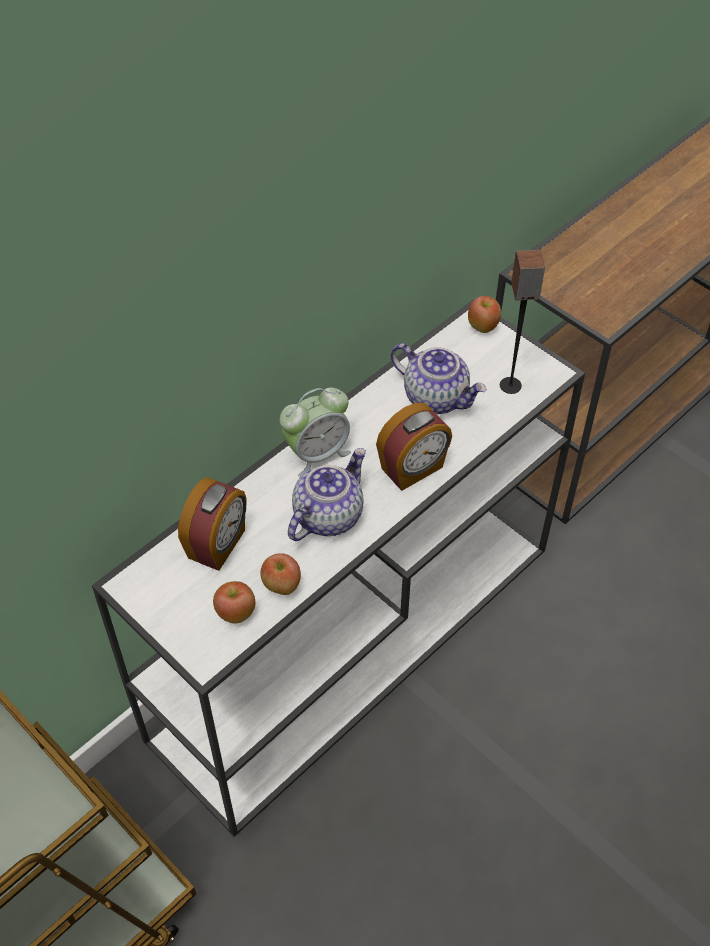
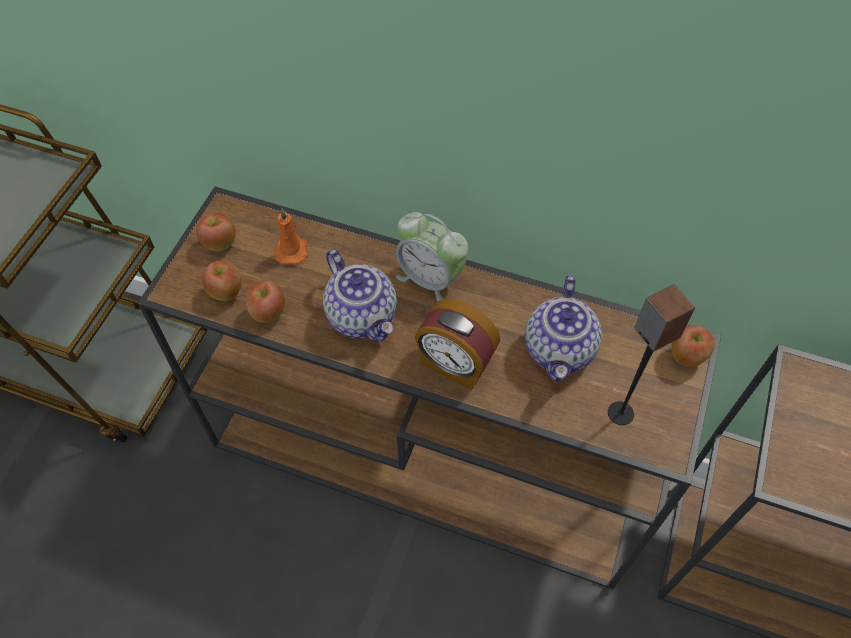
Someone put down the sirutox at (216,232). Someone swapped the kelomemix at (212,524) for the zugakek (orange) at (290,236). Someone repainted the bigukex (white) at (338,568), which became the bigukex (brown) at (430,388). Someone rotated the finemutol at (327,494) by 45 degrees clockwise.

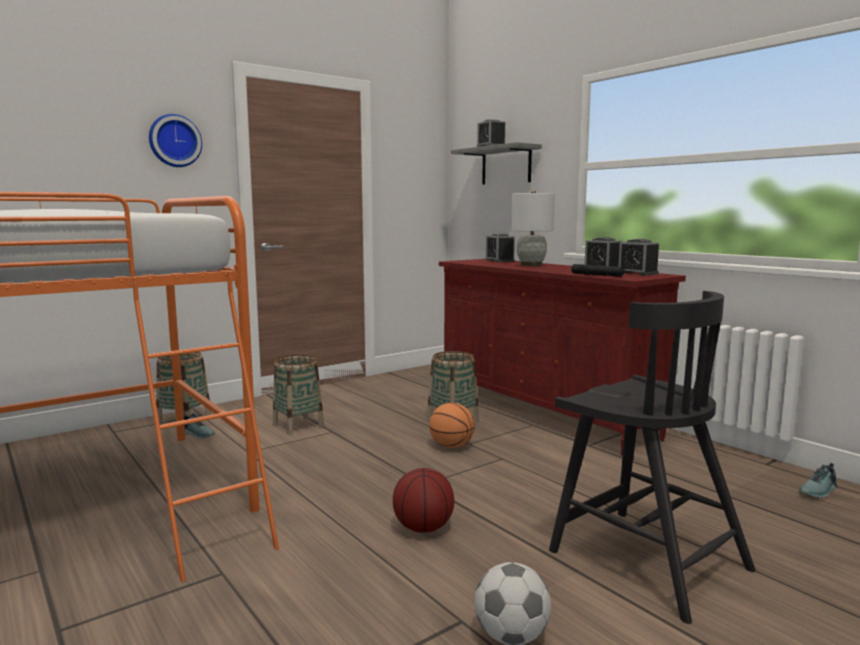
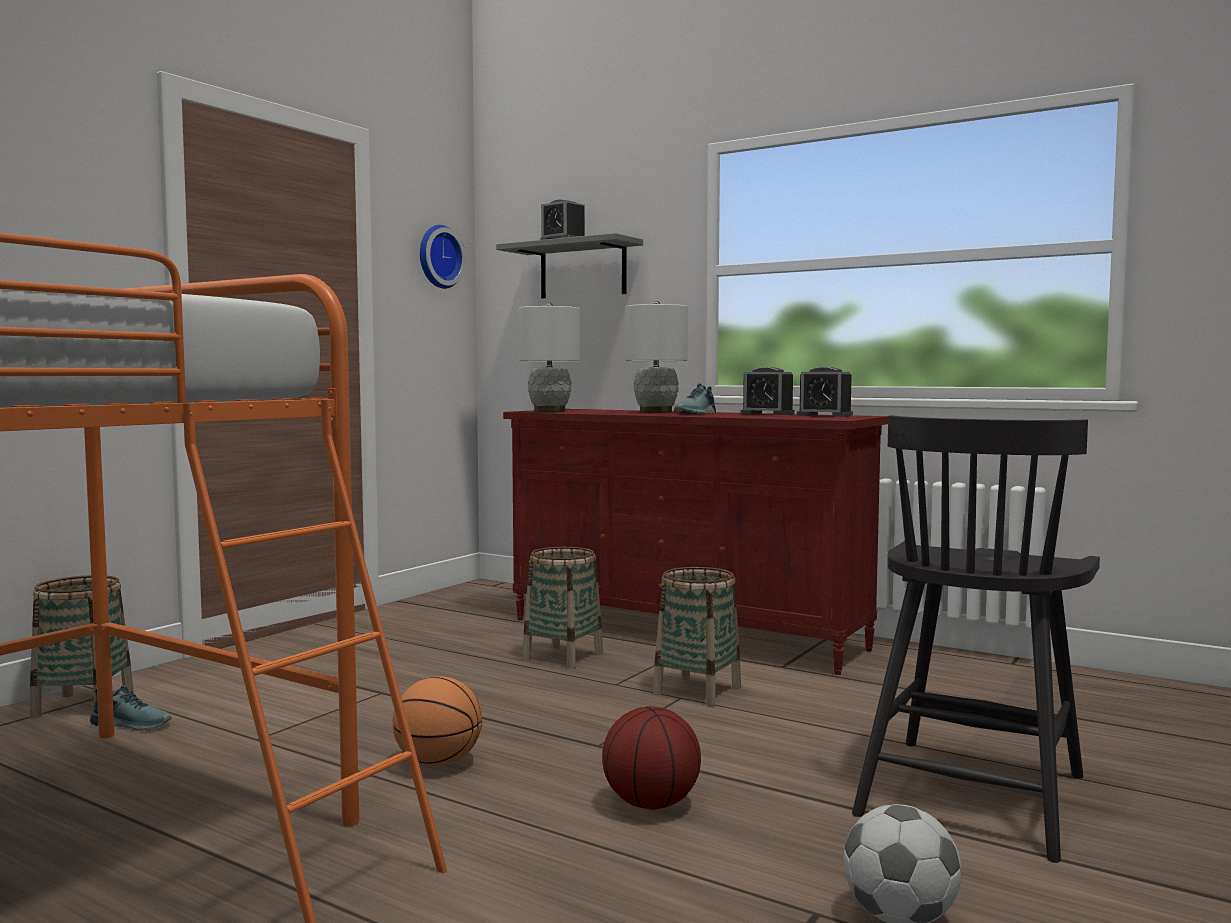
Someone took away the kelomemix at (500,247). Someone took away the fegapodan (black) at (598,270). Someone put down the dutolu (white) at (549,357). Someone carried the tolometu from (175,140) to (443,257). Someone carried the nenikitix from (298,394) to (697,636). Someone carried the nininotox from (452,425) to (437,721). Someone carried the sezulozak from (817,480) to (695,398). Someone rotated the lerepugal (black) at (652,457) by 90 degrees clockwise.

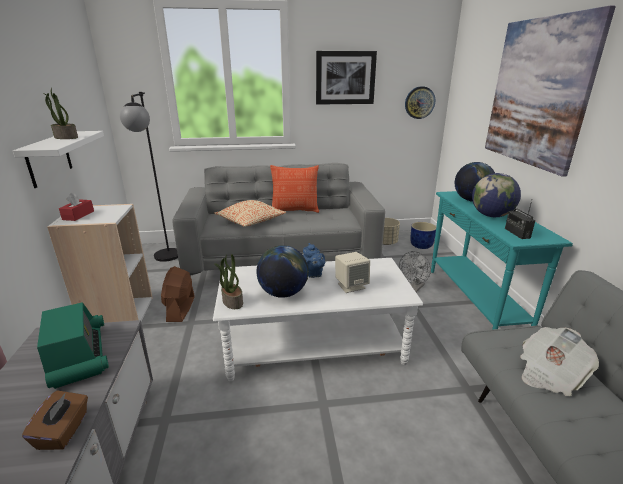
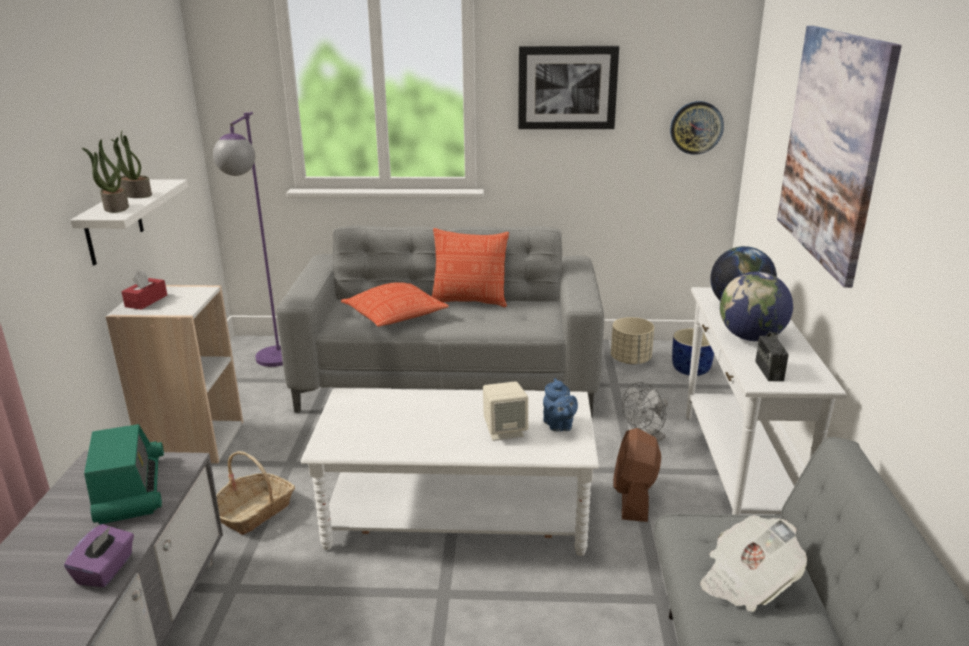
Someone took away the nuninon at (282,271). Someone put down the nenikitix at (255,493). Someone carried the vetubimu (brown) from (178,294) to (637,475). Someone carried the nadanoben from (228,281) to (105,176). Someone carried the finemutol (blue) from (314,260) to (560,405). Someone repainted the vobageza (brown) at (55,420), which became the vobageza (purple) at (99,556). Someone repainted the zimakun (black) at (149,177), which became the zimakun (purple) at (248,239). Someone repainted the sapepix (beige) at (250,213), which became the sapepix (orange) at (395,304). Someone repainted the bigukex (turquoise) at (502,260), which became the bigukex (white) at (766,401).

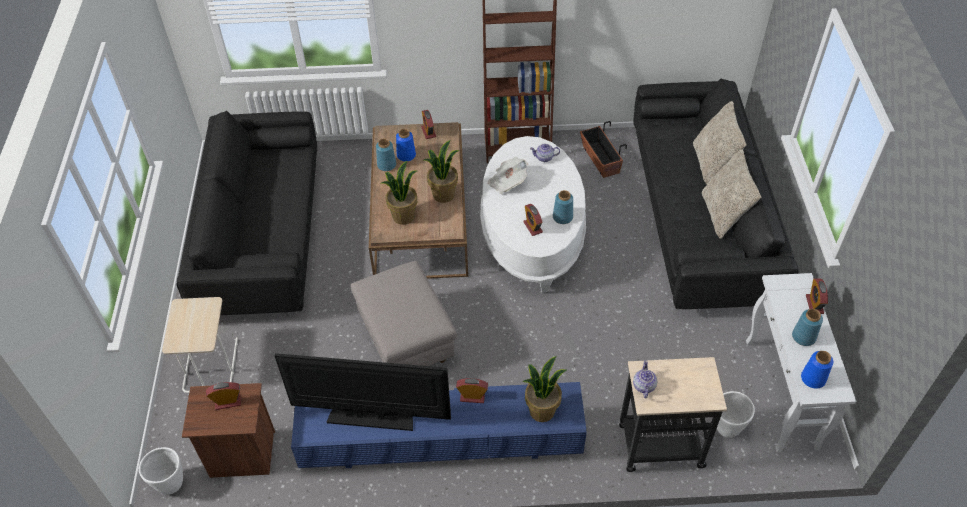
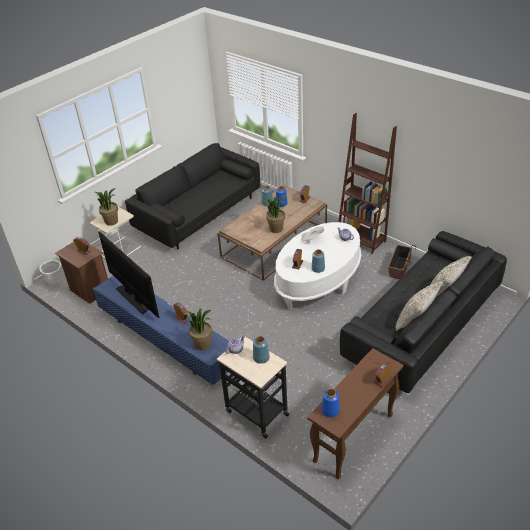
Someone took away the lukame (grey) at (404,313). Someone took away the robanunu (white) at (736,414). Someone carried the nadanoben from (399,193) to (106,207). Someone carried the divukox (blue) from (807,327) to (261,350). Someone repainted the bigukex (white) at (801,363), which became the bigukex (brown) at (355,413).

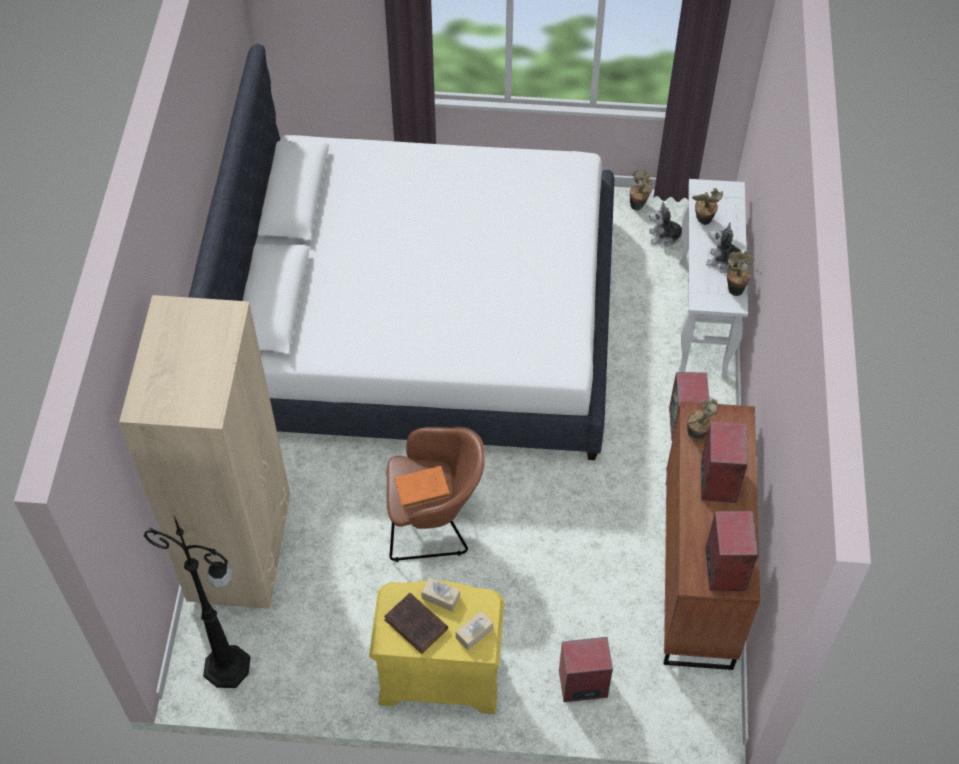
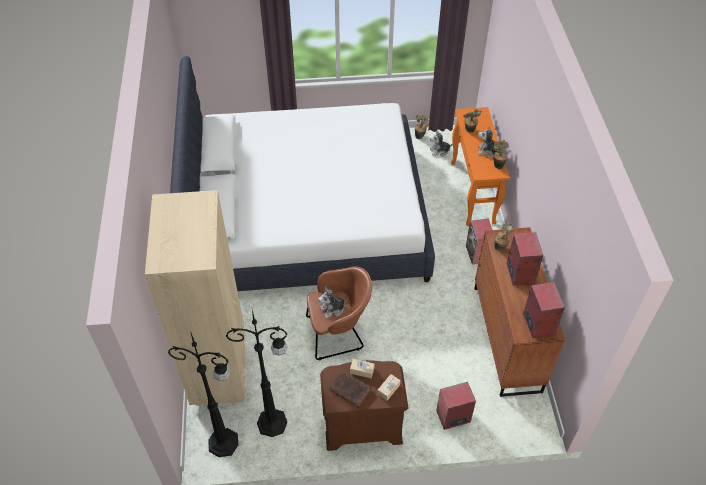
Someone put down the zimakun (black) at (256,373). Someone swapped the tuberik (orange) at (422,487) for the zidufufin at (333,302). Someone repainted the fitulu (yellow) at (436,647), which became the fitulu (brown) at (364,405). Someone repainted the bigukex (white) at (713,278), which became the bigukex (orange) at (480,166).

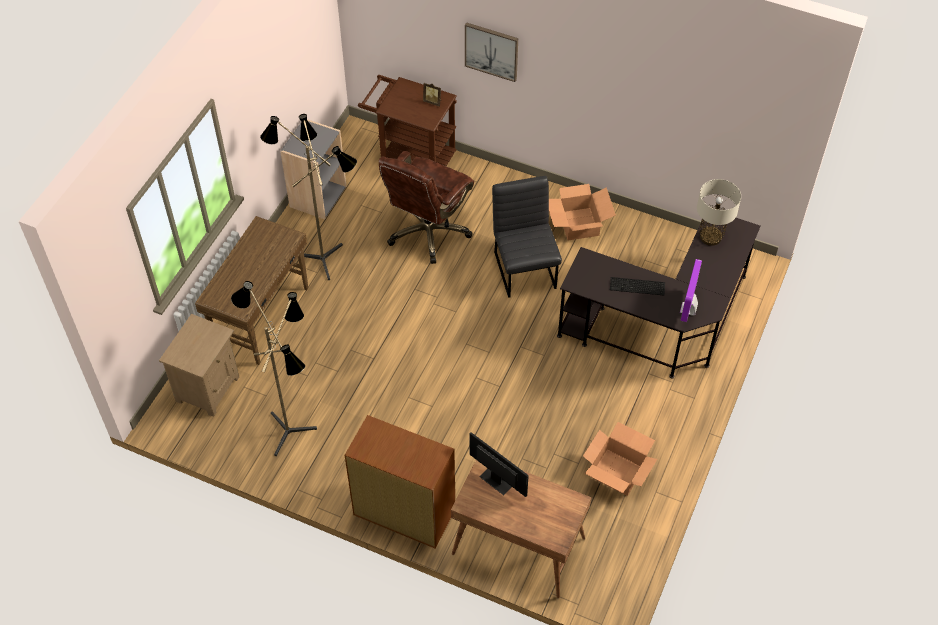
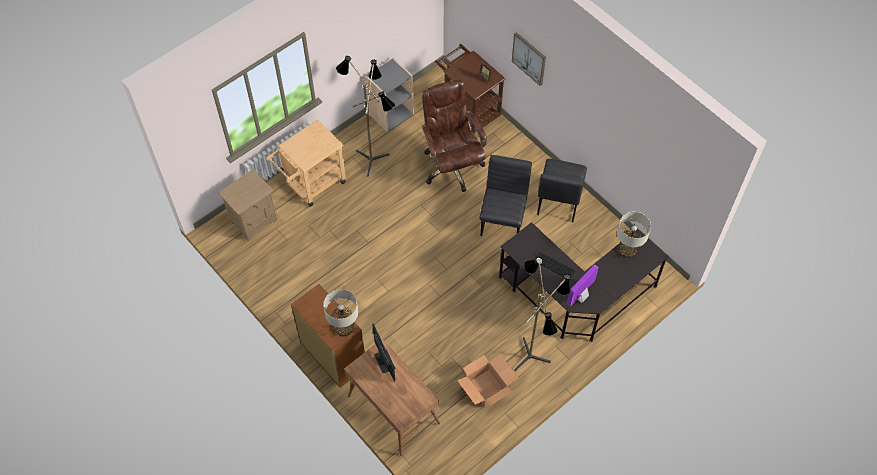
Someone put down the dutolu at (340,312). Someone carried the zimakun from (274,368) to (542,314). Someone swapped the bigukex (brown) at (251,290) for the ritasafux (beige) at (306,163). Someone swapped the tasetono at (582,212) for the lerepugal (grey) at (562,190). Someone rotated the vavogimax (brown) at (426,207) by 105 degrees clockwise.

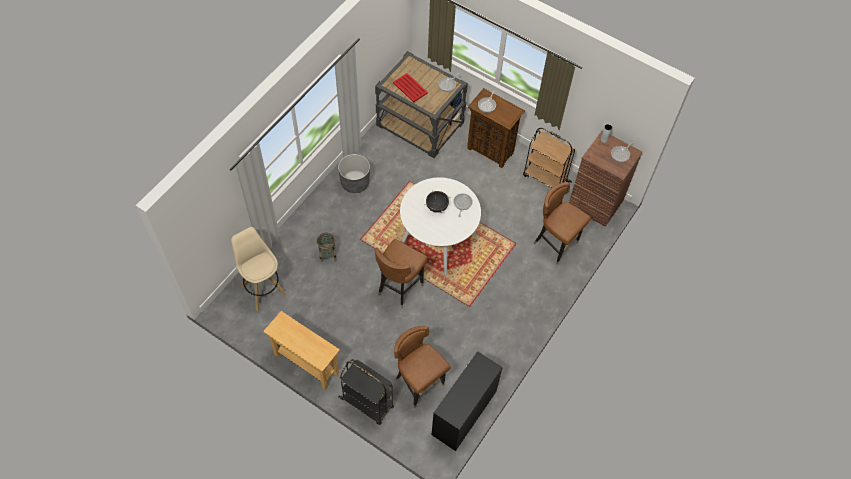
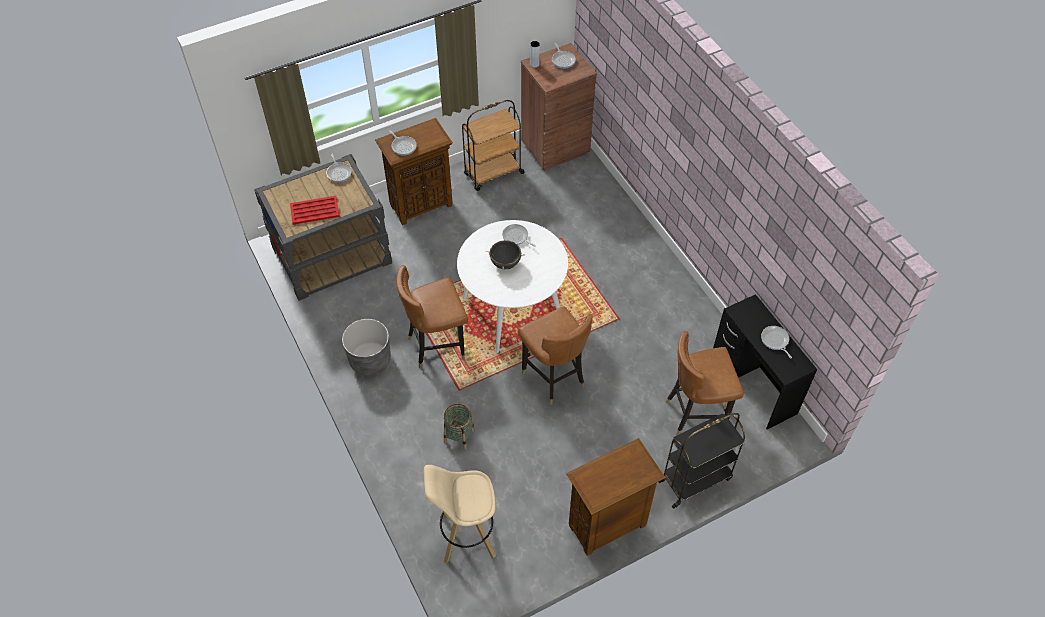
Someone put down the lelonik at (776,342). Someone carried the lerepugal (brown) from (562,223) to (432,317). Someone swapped the bigukex (beige) at (301,350) for the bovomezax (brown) at (615,497).

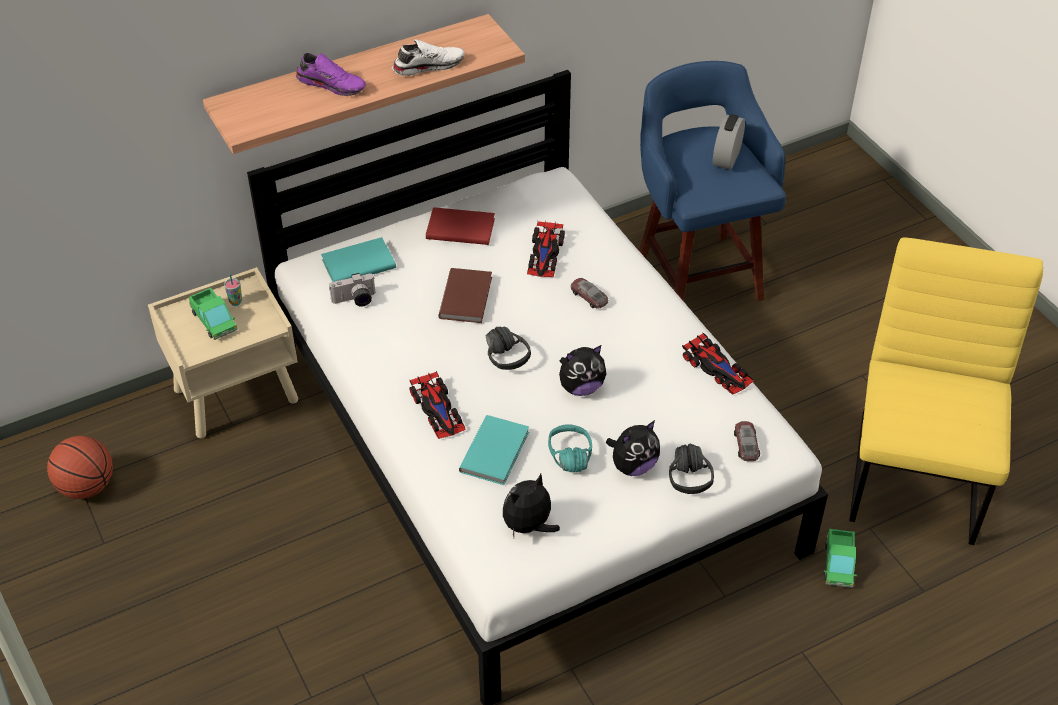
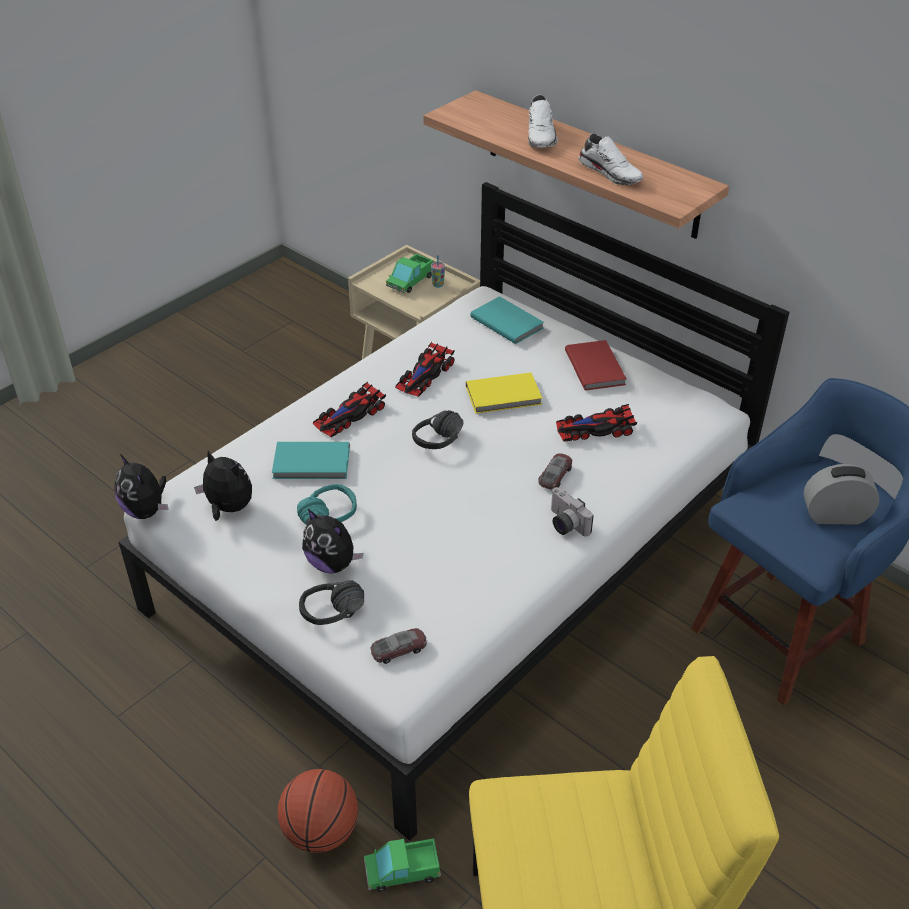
Someone carried the nininotox from (80,467) to (318,811). Someone carried the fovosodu from (352,290) to (572,511). Someone carried the zidufufin from (582,370) to (141,486). Someone carried the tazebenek from (717,363) to (424,369). Someone repainted the sezulozak (purple) at (331,74), which became the sezulozak (white) at (543,121). Someone repainted the tuberik (brown) at (465,295), which became the tuberik (yellow) at (504,393).

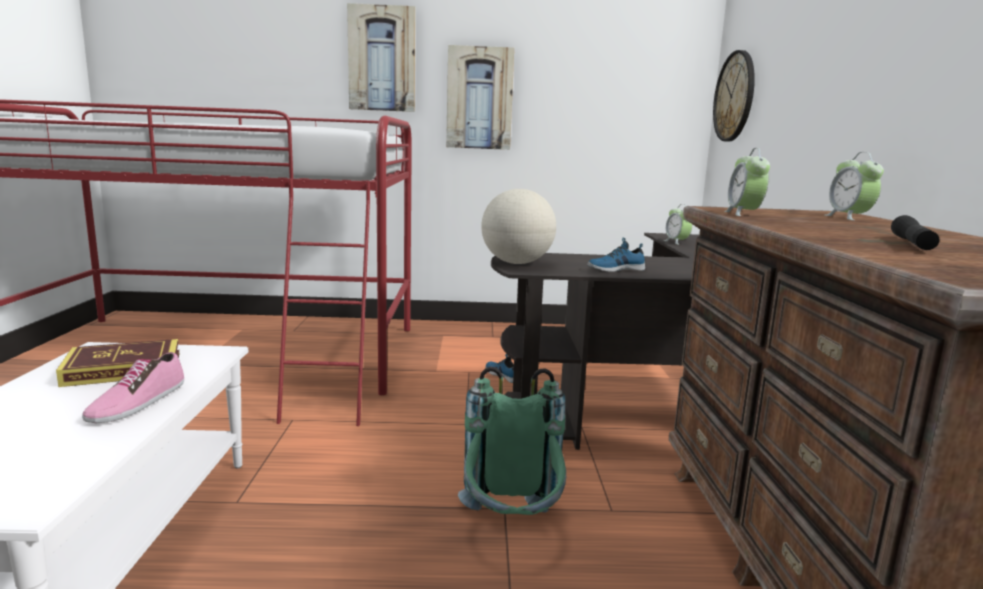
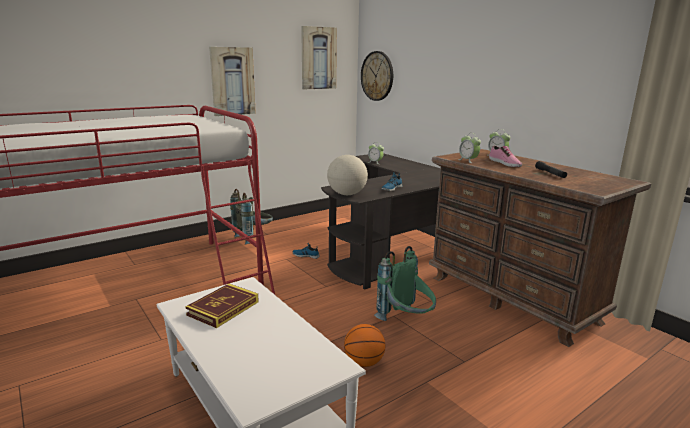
Someone put down the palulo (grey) at (251,217). Someone put down the nininotox at (364,345). Someone carried the sezulozak from (133,387) to (505,156). Someone carried the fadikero from (381,57) to (319,57).

